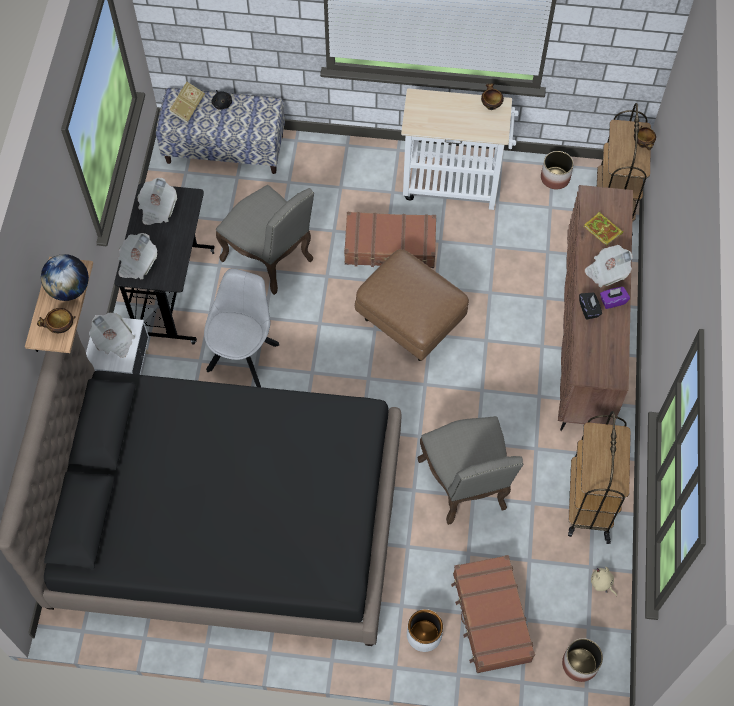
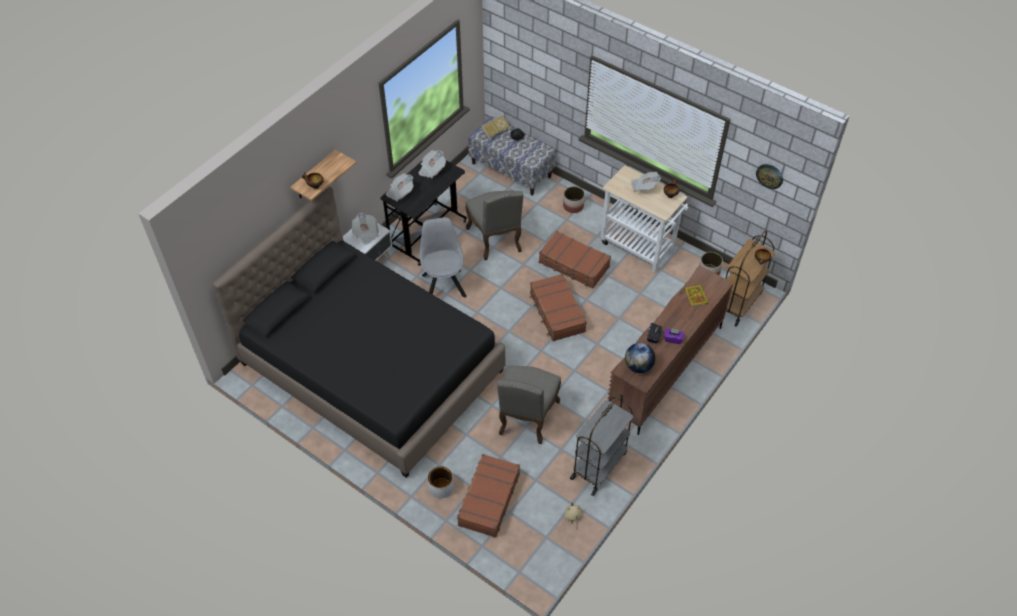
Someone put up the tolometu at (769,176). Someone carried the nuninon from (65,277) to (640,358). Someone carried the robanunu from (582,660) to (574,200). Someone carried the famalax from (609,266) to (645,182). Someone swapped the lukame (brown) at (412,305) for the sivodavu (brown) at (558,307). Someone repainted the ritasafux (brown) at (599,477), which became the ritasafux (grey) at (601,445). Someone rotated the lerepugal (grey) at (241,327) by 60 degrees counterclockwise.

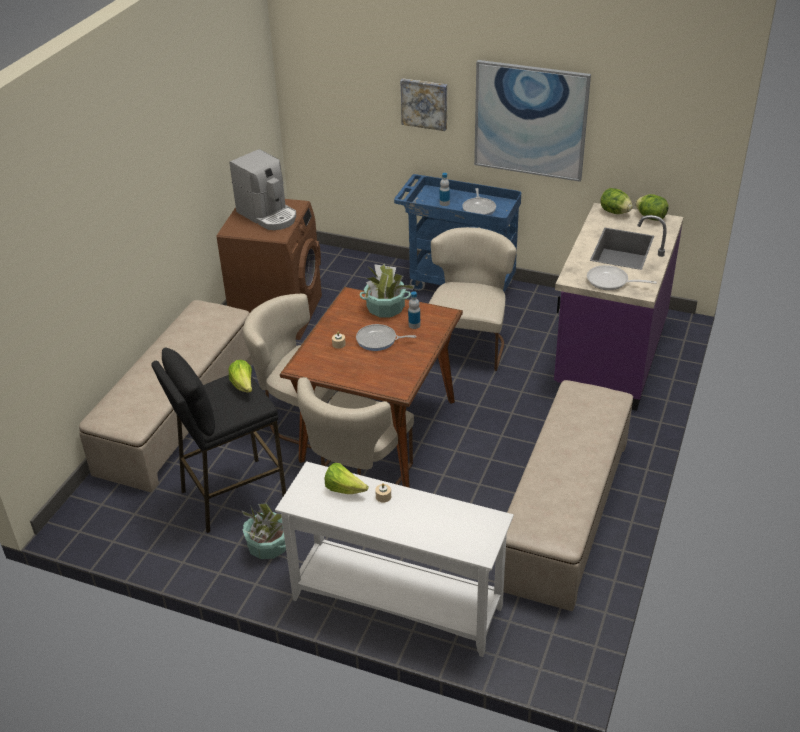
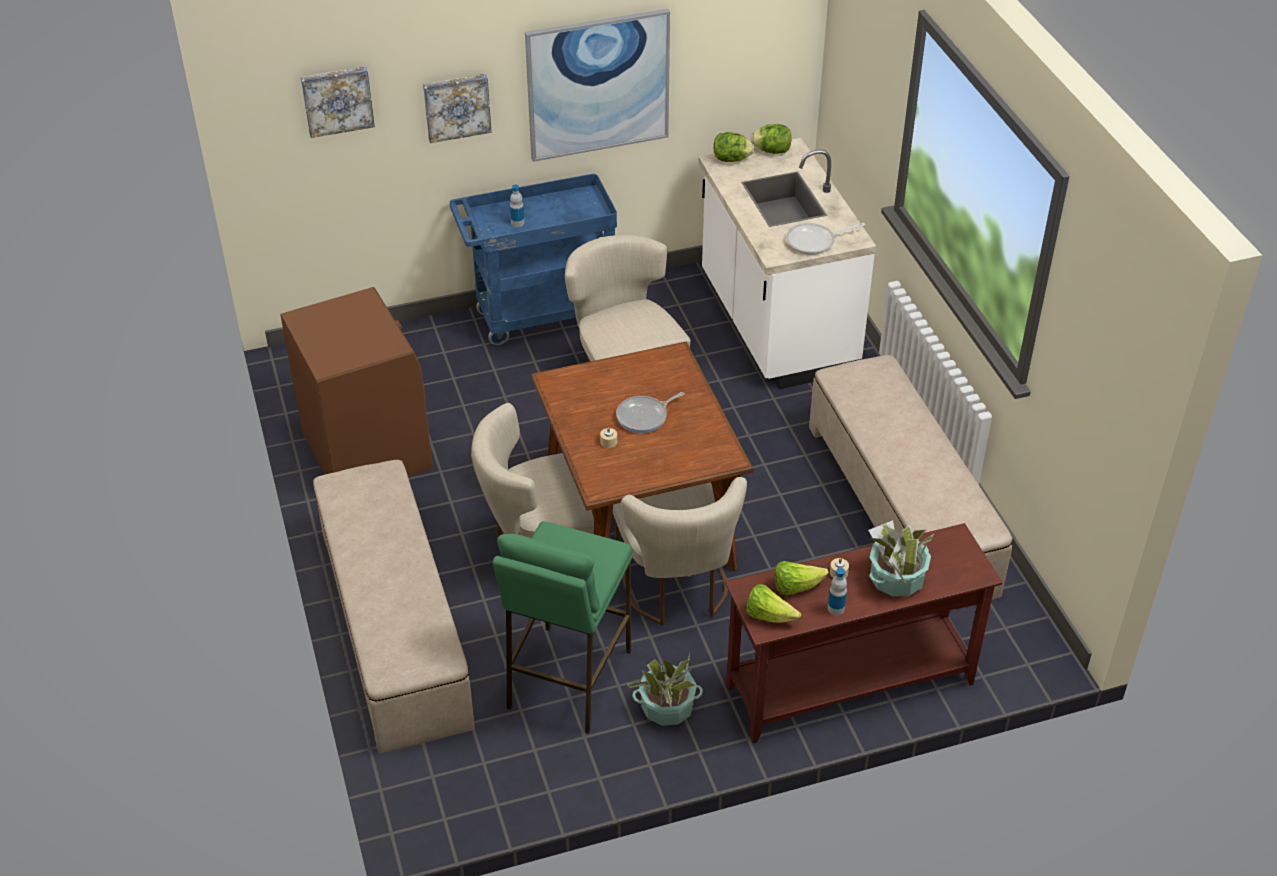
Someone took away the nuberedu at (263,189). Someone took away the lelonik at (479,201). Someone put up the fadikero at (338,102). Someone carried the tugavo from (240,376) to (773,603). Someone carried the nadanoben from (387,291) to (901,558). Someone carried the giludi from (414,310) to (837,591). Someone repainted the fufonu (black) at (218,440), which became the fufonu (green) at (563,627). Someone repainted the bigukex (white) at (394,559), which became the bigukex (brown) at (863,633). Someone repainted the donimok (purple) at (619,307), which became the donimok (white) at (787,263).

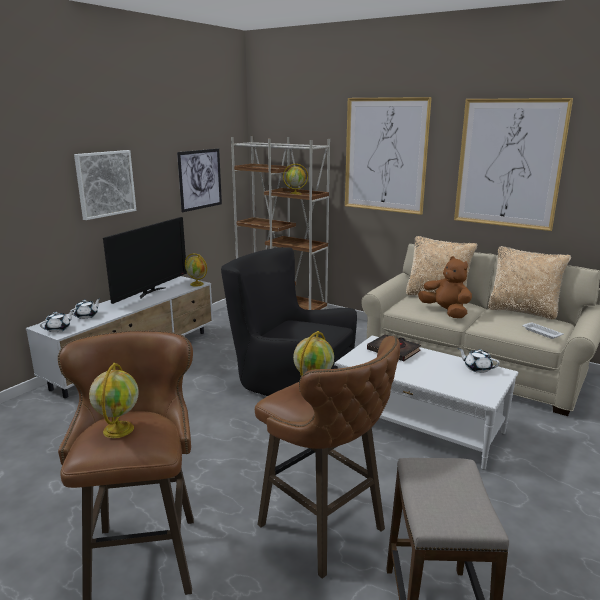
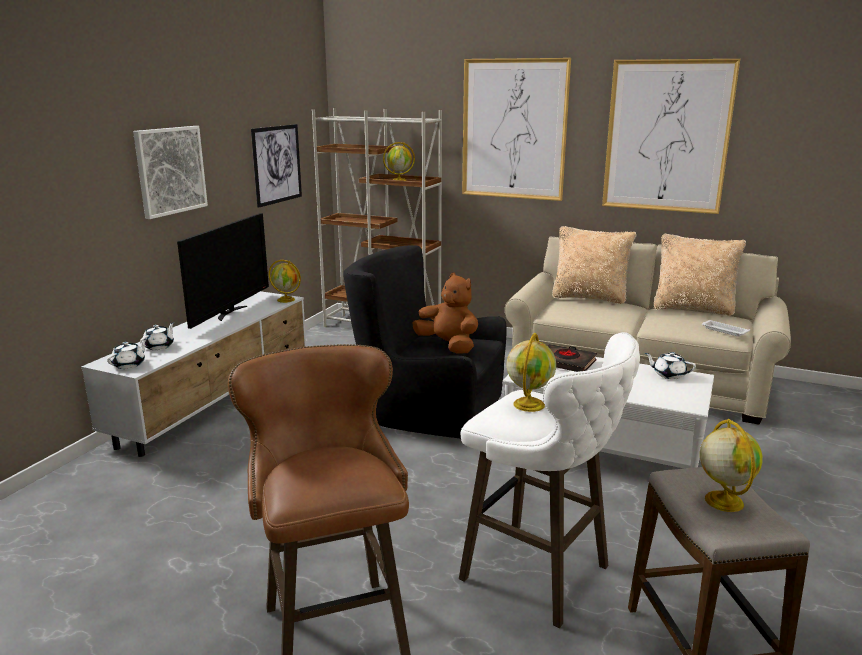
Someone carried the nuninon from (114,400) to (731,465). Someone carried the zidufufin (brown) from (445,287) to (445,313). Someone repainted the fufonu (brown) at (327,457), which became the fufonu (white) at (549,480).

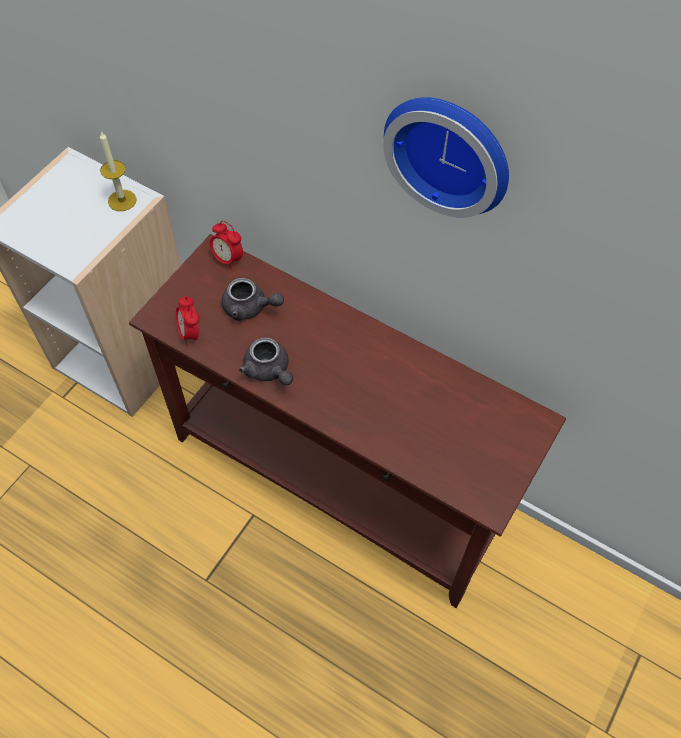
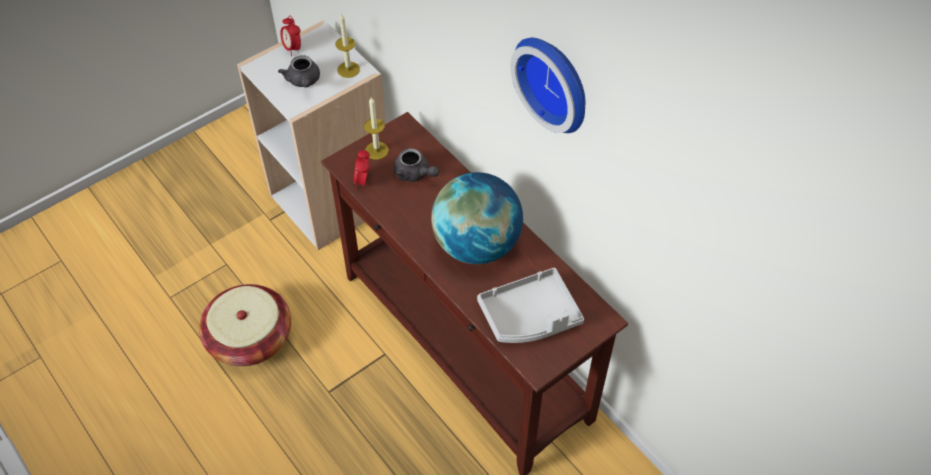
Someone put down the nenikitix at (245,325). Someone put down the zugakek at (376,128). Someone put down the nuninon at (477,218). Someone put down the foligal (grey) at (530,305). Someone carried the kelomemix from (226,245) to (290,36). Someone carried the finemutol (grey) from (266,361) to (299,71).

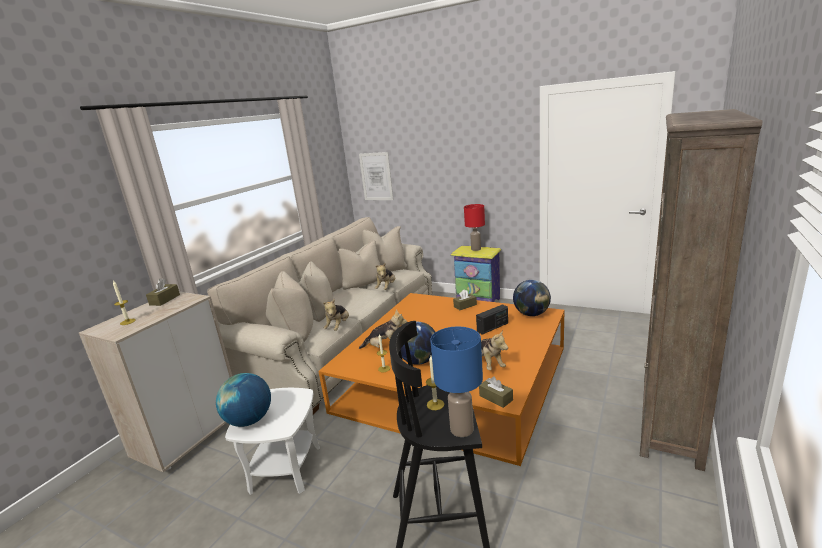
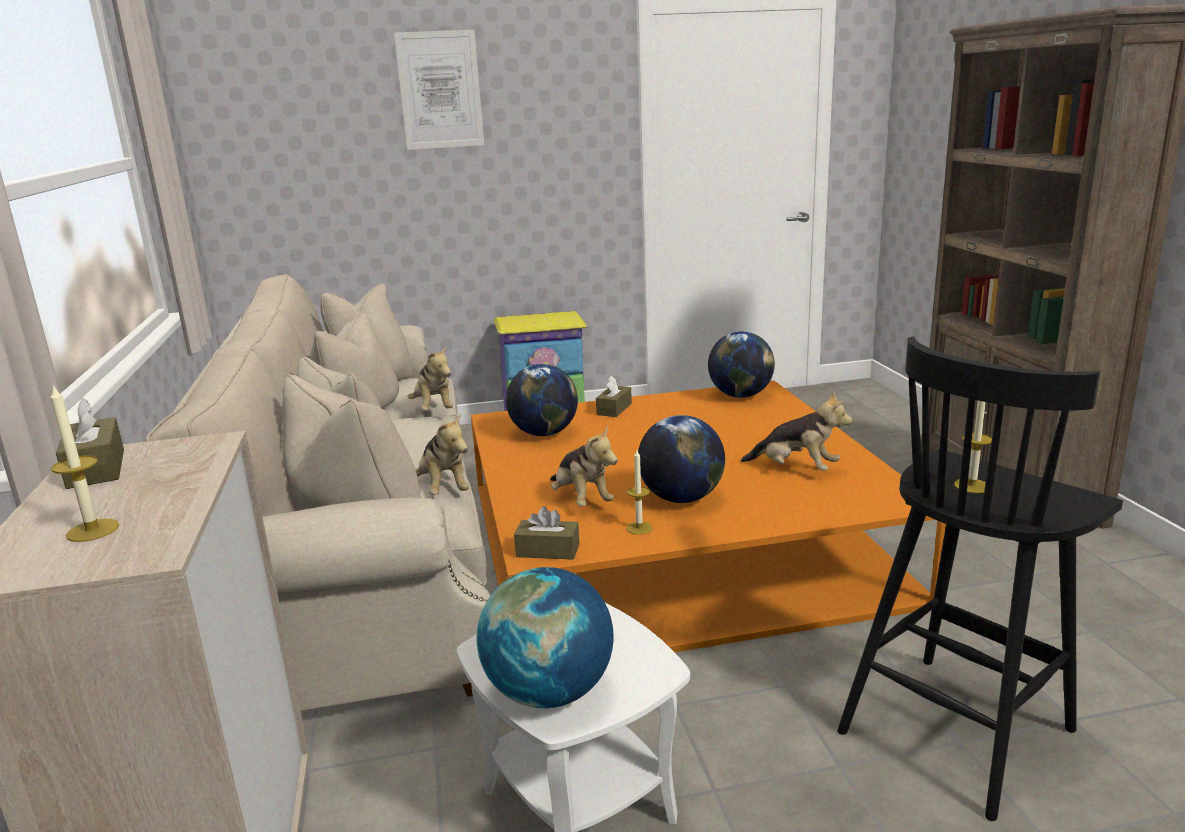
Someone took away the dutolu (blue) at (456,382). Someone took away the dutolu (red) at (474,227). Someone took away the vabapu at (492,319). Someone put down the nuninon at (542,400). Someone carried the fadikero from (376,176) to (439,90). Someone carried the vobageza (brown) from (496,392) to (546,533). Someone rotated the zidufufin at (383,329) by 90 degrees clockwise.

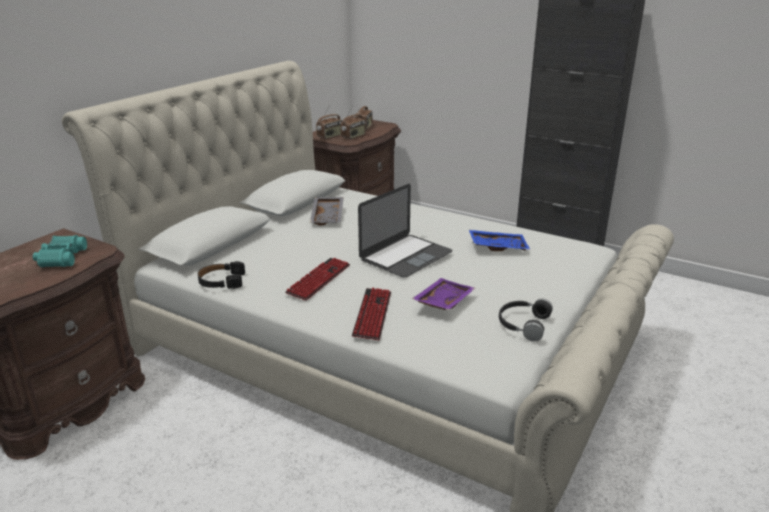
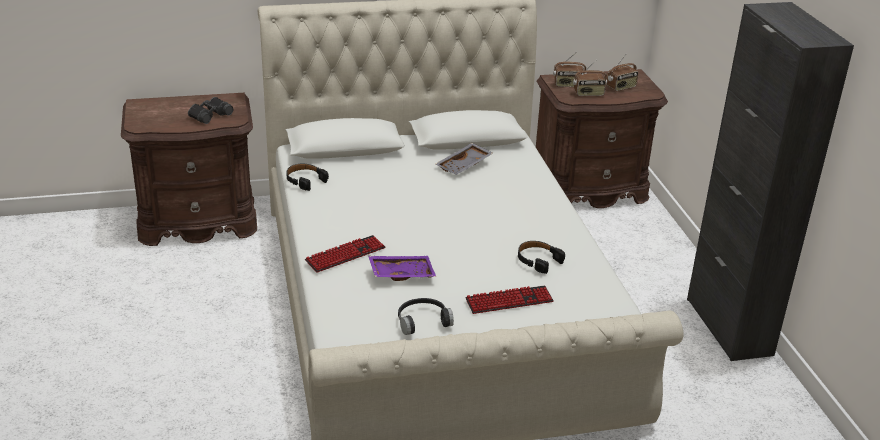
Someone took away the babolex at (405,231). Someone carried the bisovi from (317,279) to (509,299). Someone swapped the foligal (blue) at (499,240) for the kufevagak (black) at (541,257). Someone repainted the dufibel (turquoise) at (60,251), which became the dufibel (black) at (210,110).

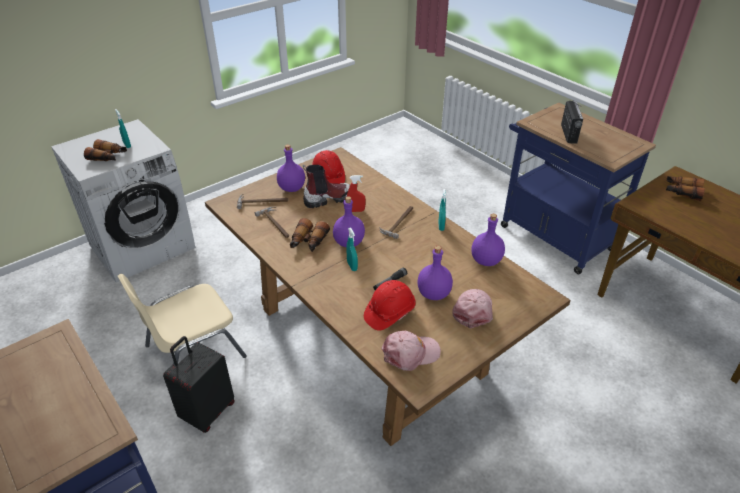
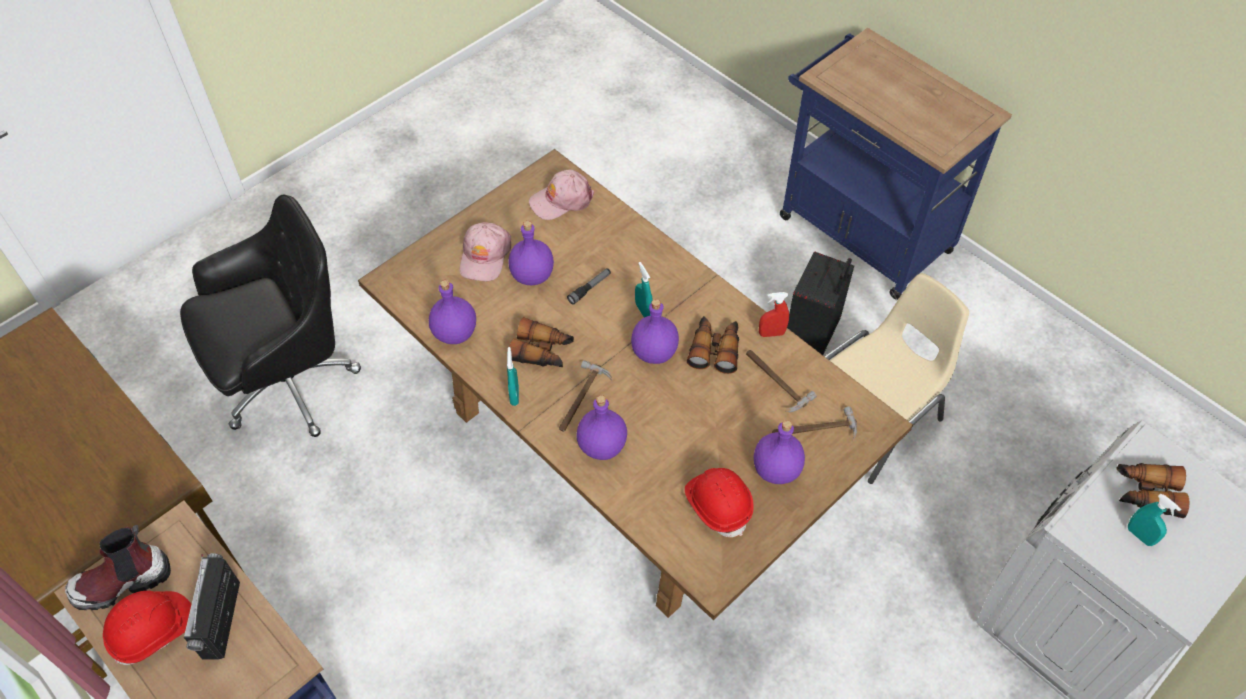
Someone put down the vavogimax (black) at (270,316). Someone put down the giludi (purple) at (601,427). Someone carried the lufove from (326,186) to (118,567). Someone carried the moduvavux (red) from (356,193) to (774,314). Someone carried the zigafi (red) from (390,305) to (147,628). Someone carried the dufibel from (685,188) to (541,342).

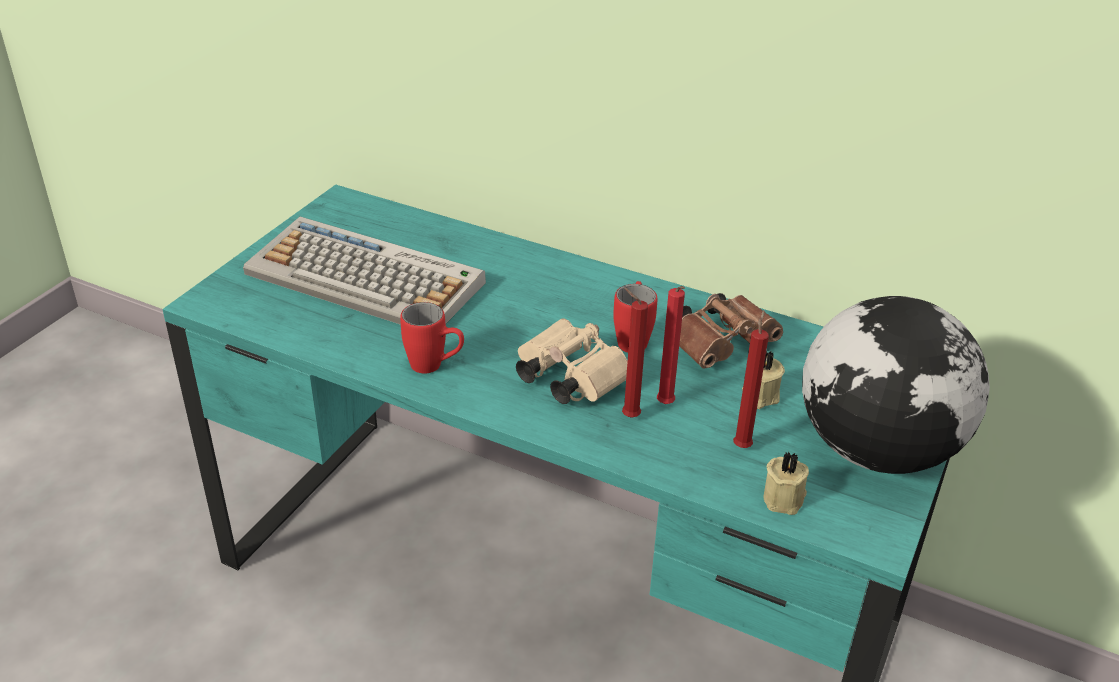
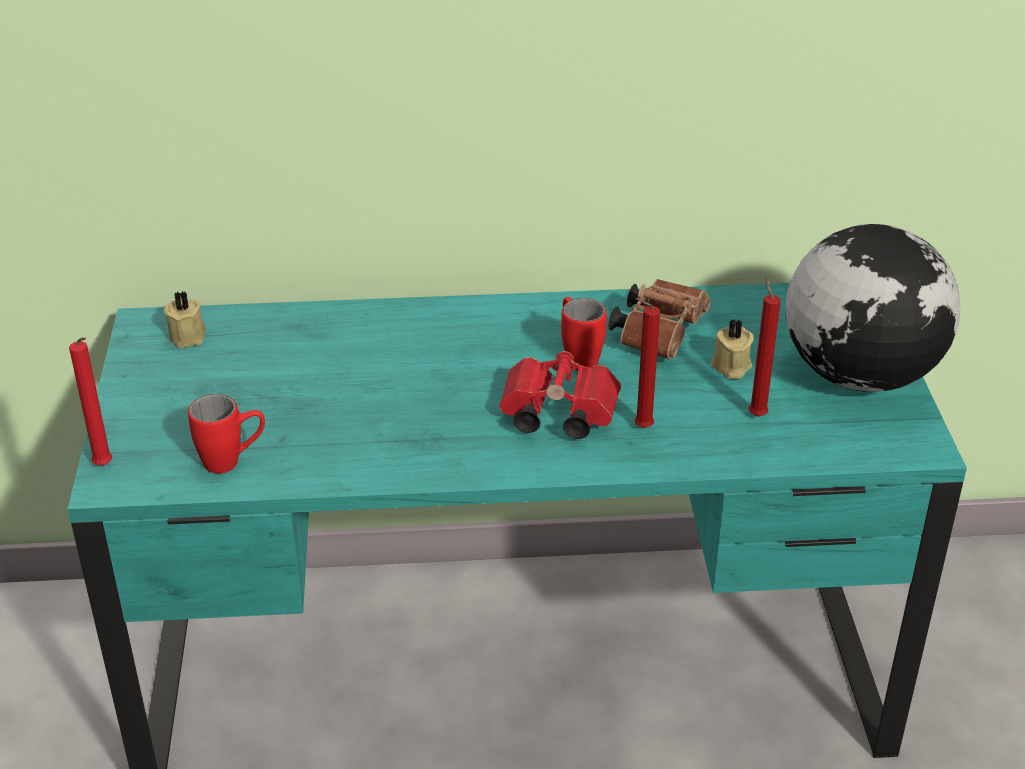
Someone took away the bisovi at (364,271). Someone carried the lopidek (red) from (432,338) to (226,434). Someone carried the zugakek (red) from (671,345) to (90,401). Someone carried the zugakek (beige) from (786,483) to (185,319). Someone repainted the dufibel (beige) at (572,361), which became the dufibel (red) at (560,395).

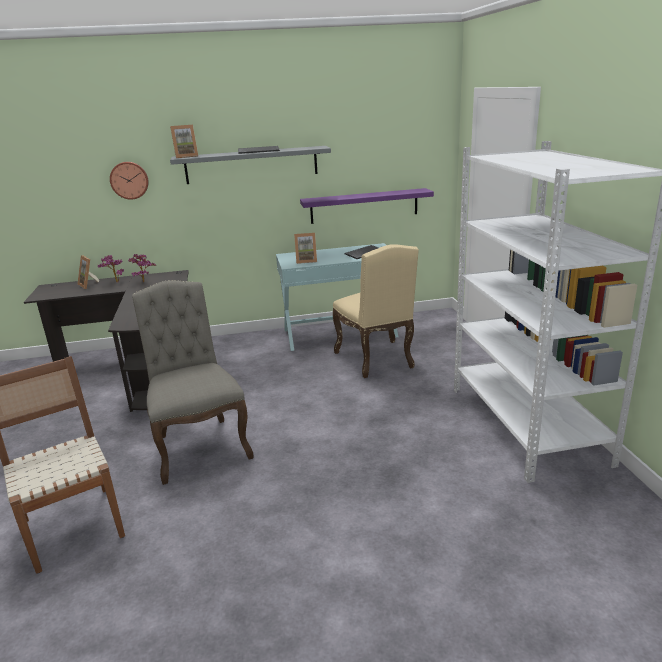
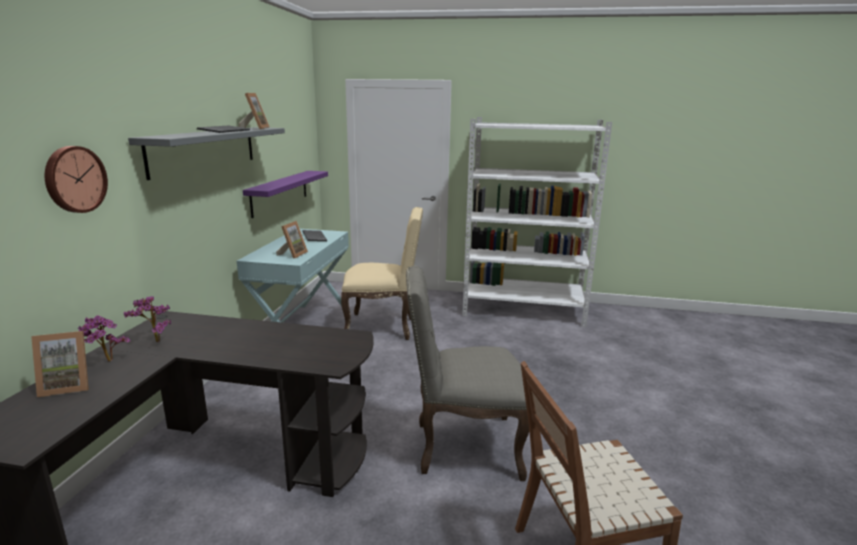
Someone carried the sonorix from (184,141) to (254,111).

